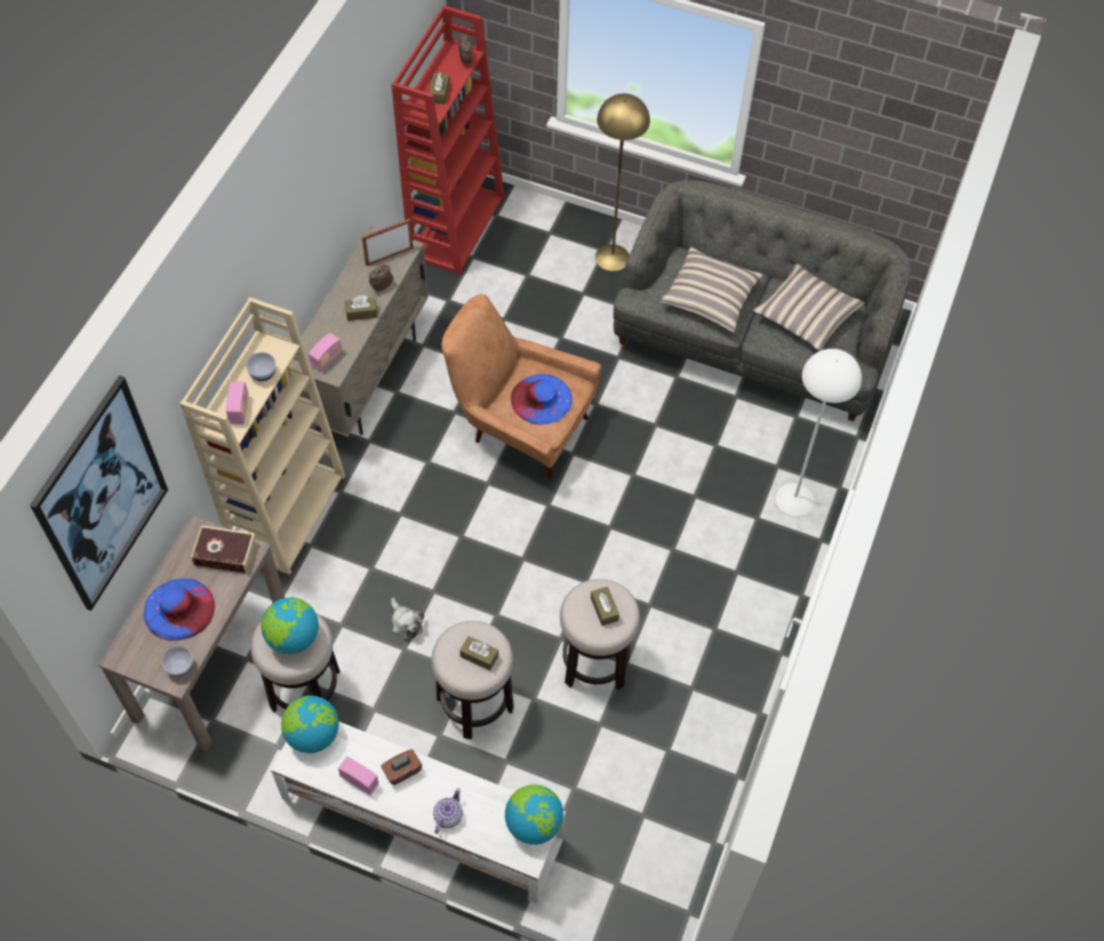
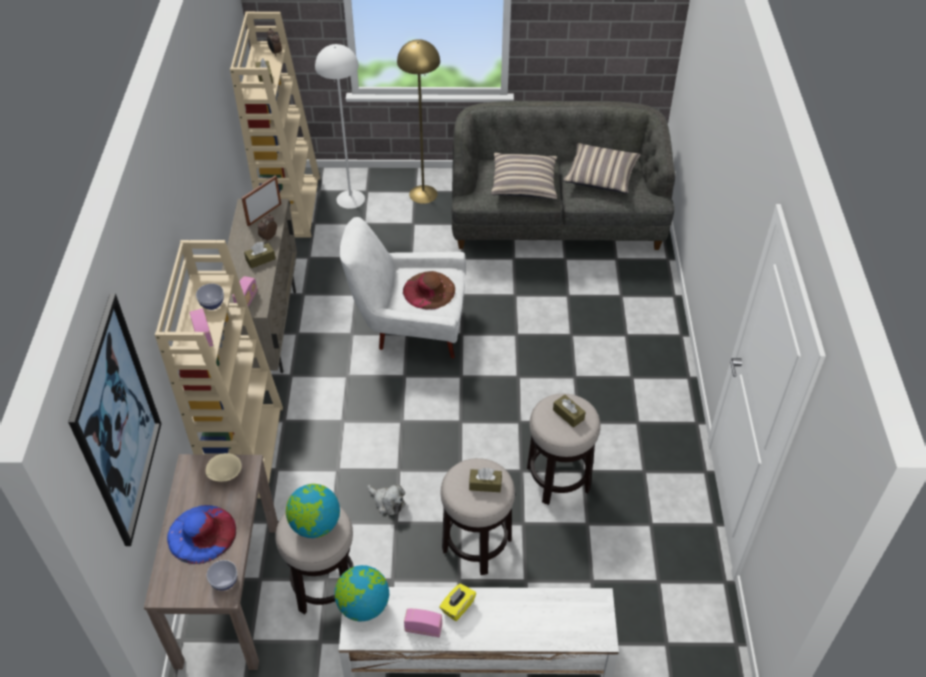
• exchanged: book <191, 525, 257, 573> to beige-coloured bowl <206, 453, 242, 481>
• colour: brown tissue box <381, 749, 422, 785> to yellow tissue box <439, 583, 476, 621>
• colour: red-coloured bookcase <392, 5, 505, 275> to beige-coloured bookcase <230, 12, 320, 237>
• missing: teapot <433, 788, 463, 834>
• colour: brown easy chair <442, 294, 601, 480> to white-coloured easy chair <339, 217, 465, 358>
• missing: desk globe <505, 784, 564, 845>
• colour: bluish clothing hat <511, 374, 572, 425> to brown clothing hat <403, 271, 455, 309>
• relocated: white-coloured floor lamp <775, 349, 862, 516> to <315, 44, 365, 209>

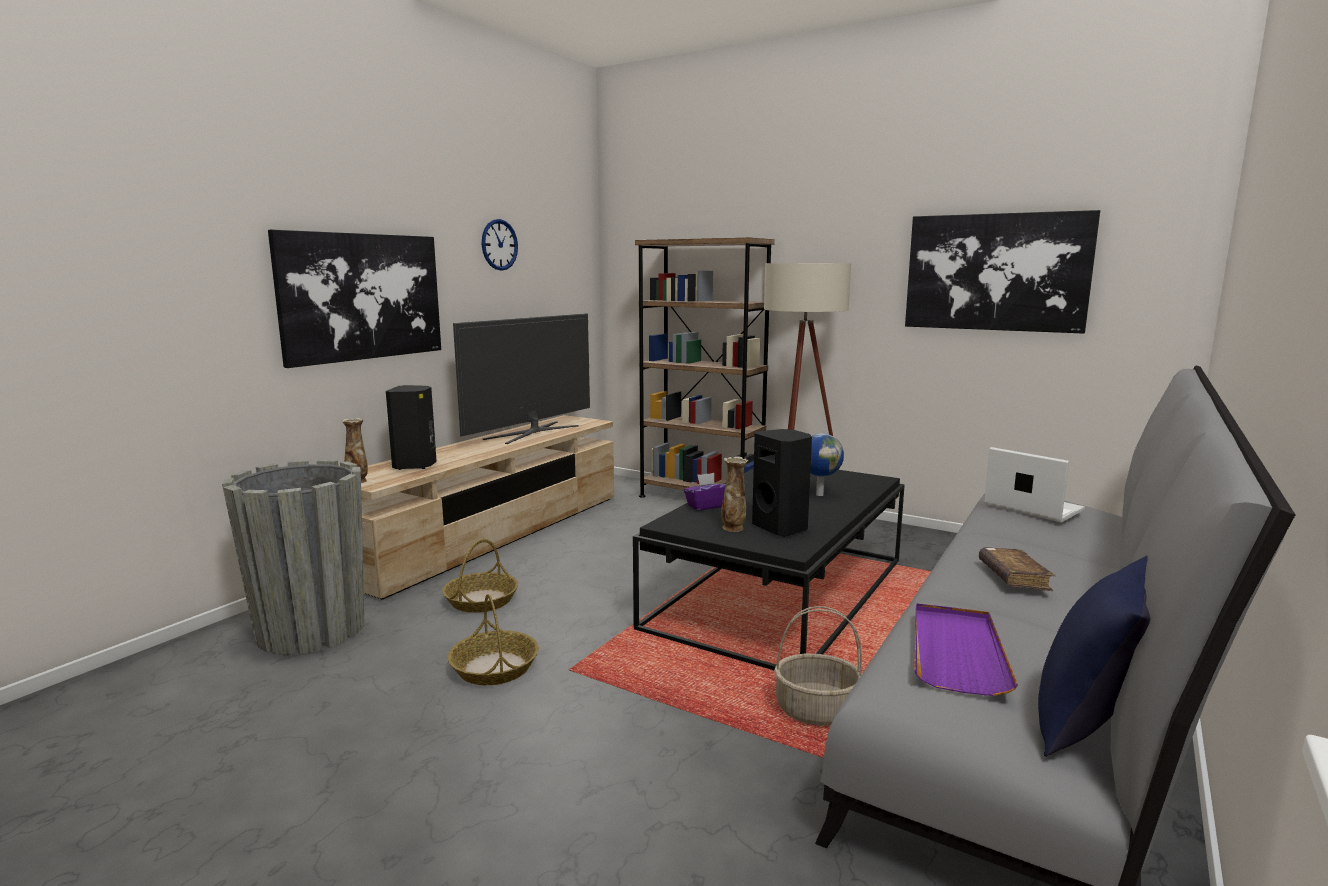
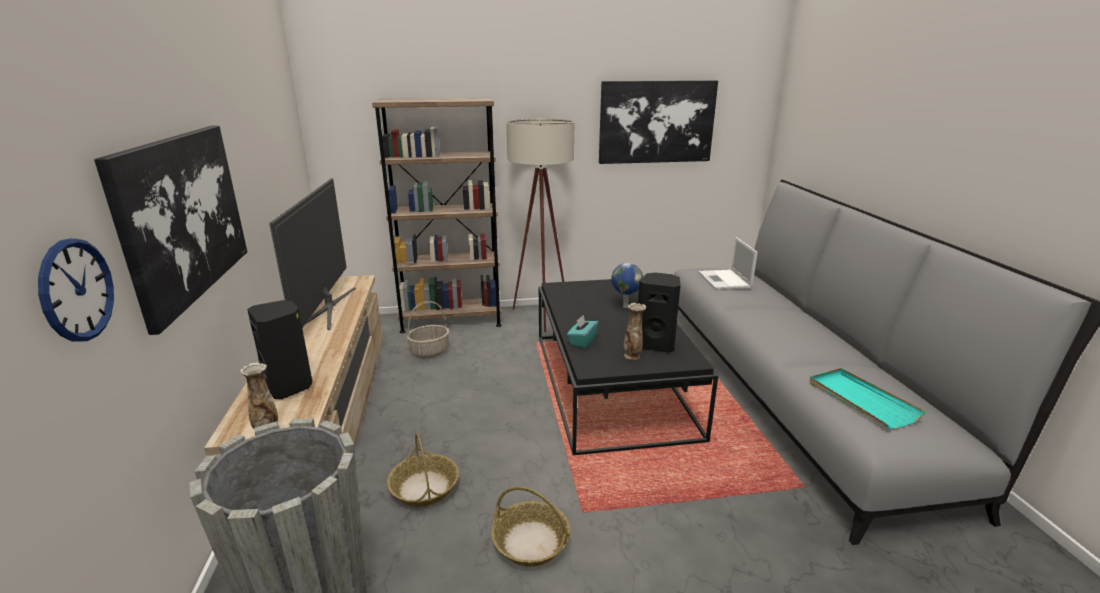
• relocated: hanging clock <482, 219, 518, 271> to <38, 238, 114, 342>
• colour: purple-coloured tissue box <684, 473, 726, 511> to turquoise-coloured tissue box <567, 315, 599, 348>
• relocated: storage basket <774, 606, 862, 726> to <406, 301, 449, 358>
• colour: purple-coloured carrying tray <914, 603, 1018, 696> to turquoise-coloured carrying tray <809, 368, 926, 429>
• missing: brown book <979, 547, 1056, 591>
• spun: laptop <984, 447, 1085, 522> = <698, 237, 758, 290> 105 degrees counterclockwise
• missing: bluish cushion <1038, 556, 1150, 757>

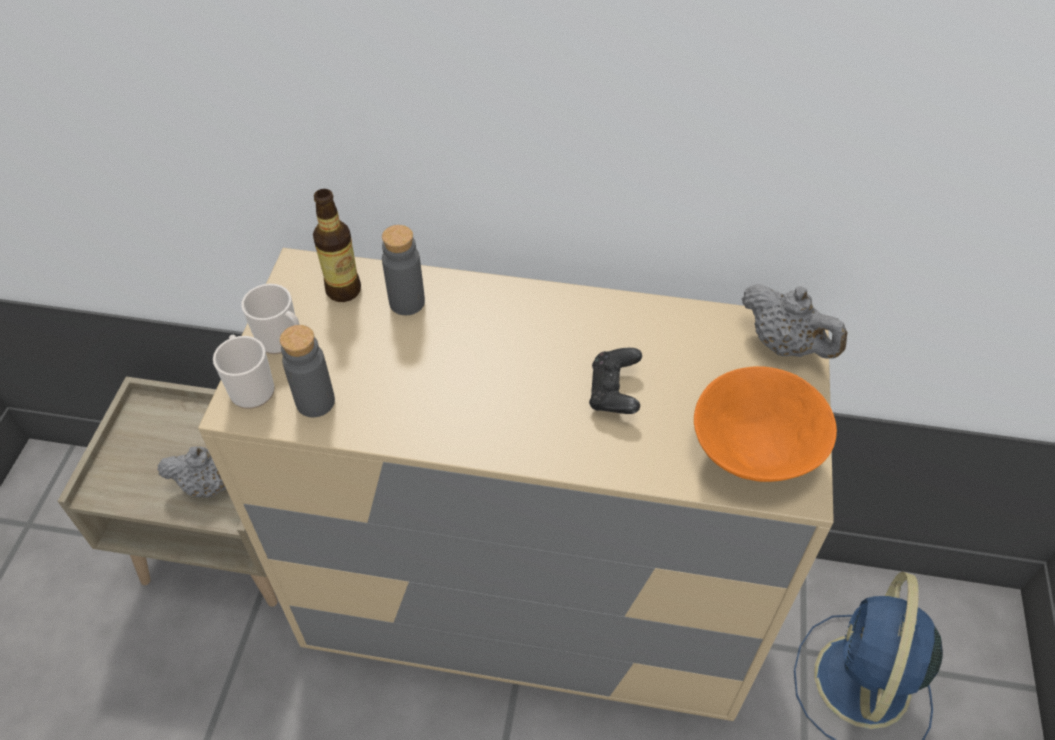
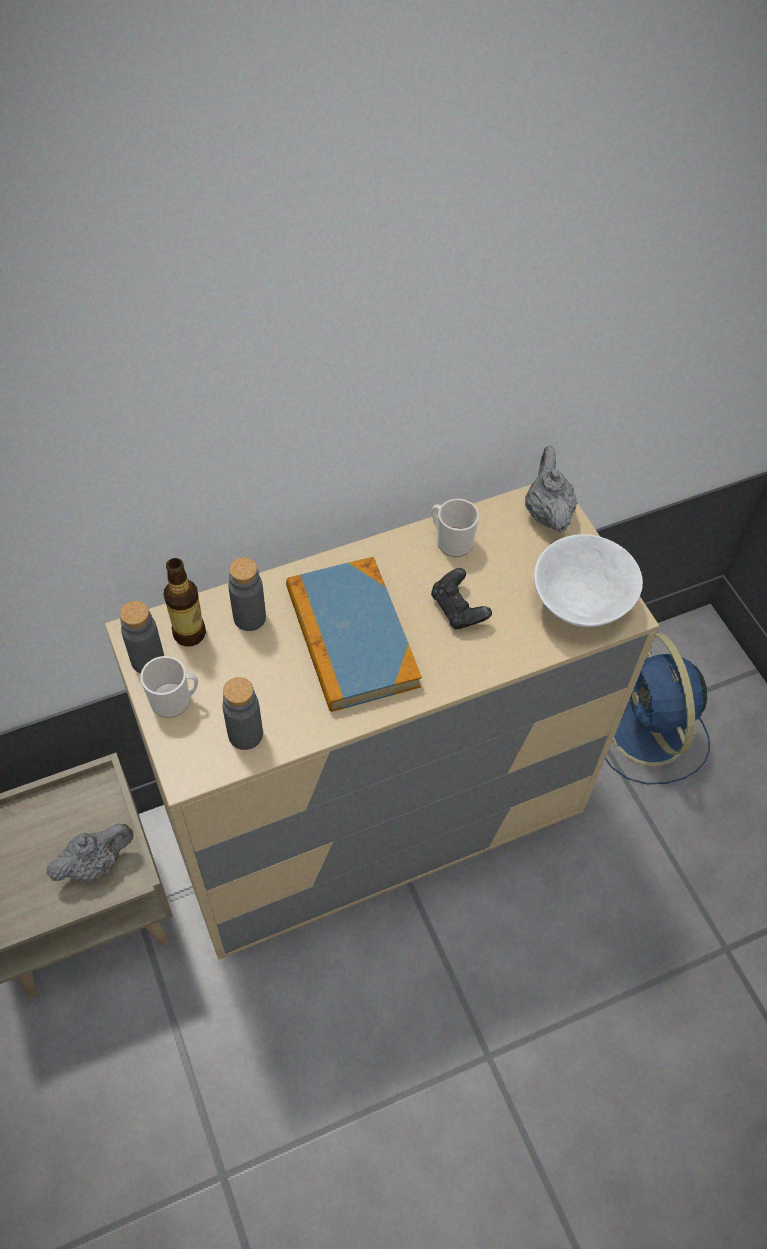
• relocated: coffee mug <213, 334, 275, 409> to <432, 499, 479, 557>
• colour: orange bowl <694, 366, 837, 482> to white-coloured bowl <534, 534, 643, 627>
• spun: gray teapot <741, 284, 848, 359> = <525, 446, 578, 533> 105 degrees counterclockwise
• appeared: gray bottle <120, 601, 164, 673>
• appeared: book <286, 557, 422, 712>

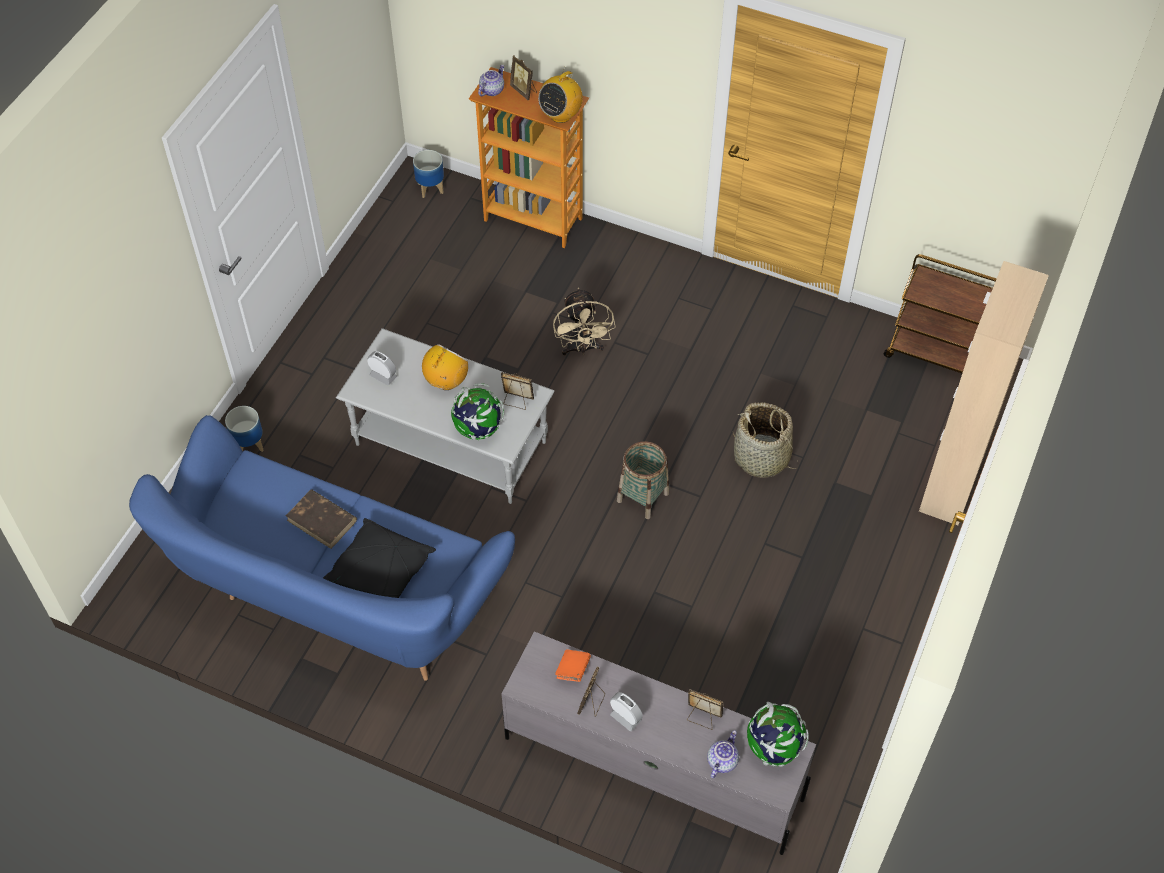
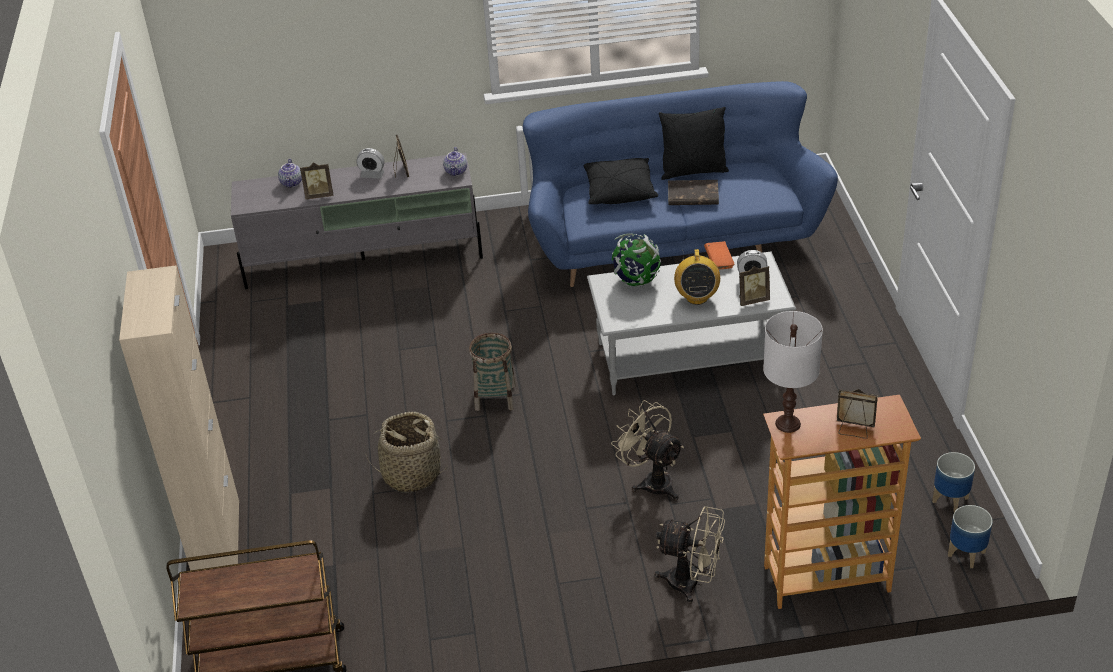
• relocated: planter <225, 406, 264, 452> to <932, 452, 975, 512>
• relocated: teapot <478, 65, 504, 96> to <443, 147, 467, 176>
• relocated: photo frame <501, 372, 534, 410> to <739, 266, 770, 306>
• exchanged: radio set <538, 67, 583, 123> to white-coloured table lamp <763, 311, 823, 433>
• relocated: orange book <555, 649, 591, 682> to <704, 241, 735, 270>
• missing: desk globe <747, 702, 809, 767>
• appeared: beige-coloured electric fan <654, 506, 725, 603>
• appeared: black-coloured cushion <659, 107, 729, 180>

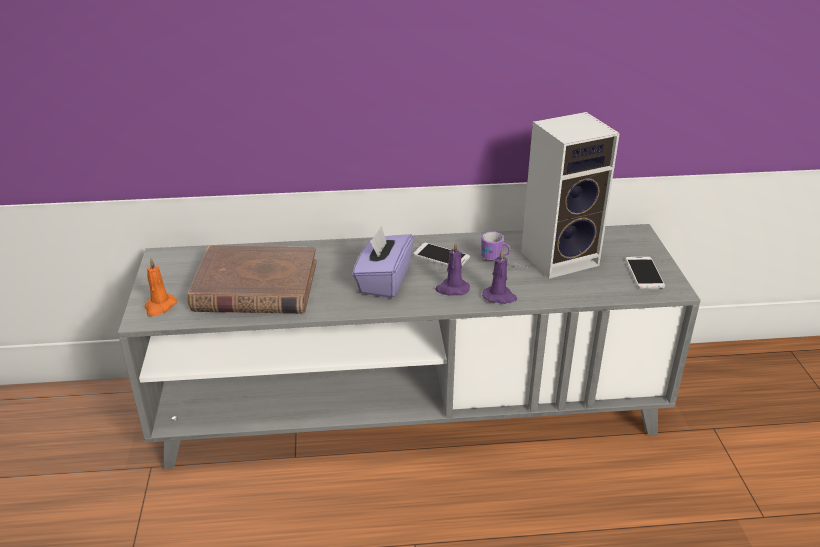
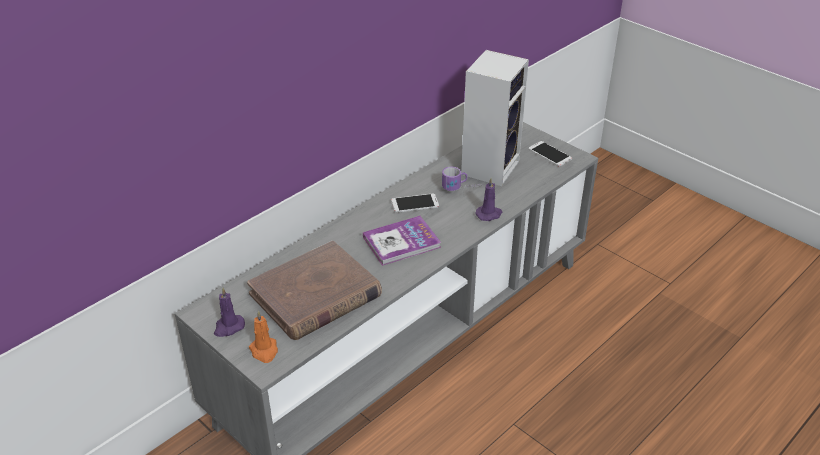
• exchanged: purple-coloured tissue box <353, 226, 414, 298> to book <363, 216, 441, 266>
• relocated: purple-coloured wax light <435, 242, 470, 296> to <214, 288, 245, 337>

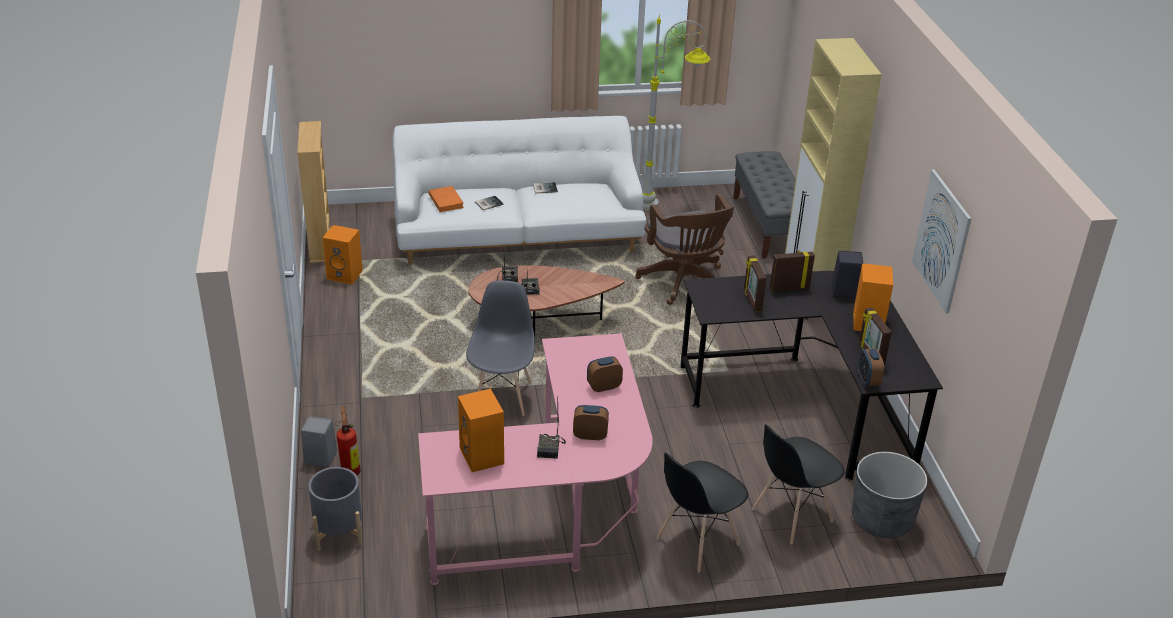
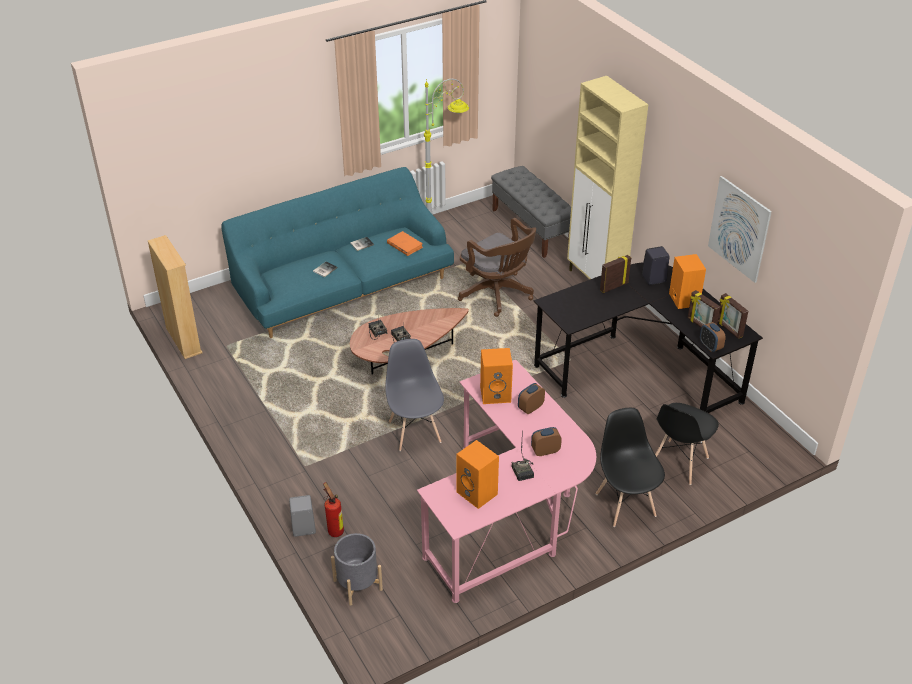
• relocated: orange audio speaker <322, 225, 363, 284> to <480, 348, 513, 404>
• colour: white-coloured sofa <392, 116, 646, 265> to turquoise-coloured sofa <221, 167, 454, 338>
• relocated: orange book <428, 186, 464, 212> to <387, 231, 423, 256>
• spun: black-coloured upright chair <657, 453, 748, 572> = <596, 408, 665, 527> 135 degrees clockwise
• relocated: photo frame <744, 255, 766, 312> to <718, 293, 748, 339>
• missing: gray planter <852, 452, 927, 539>

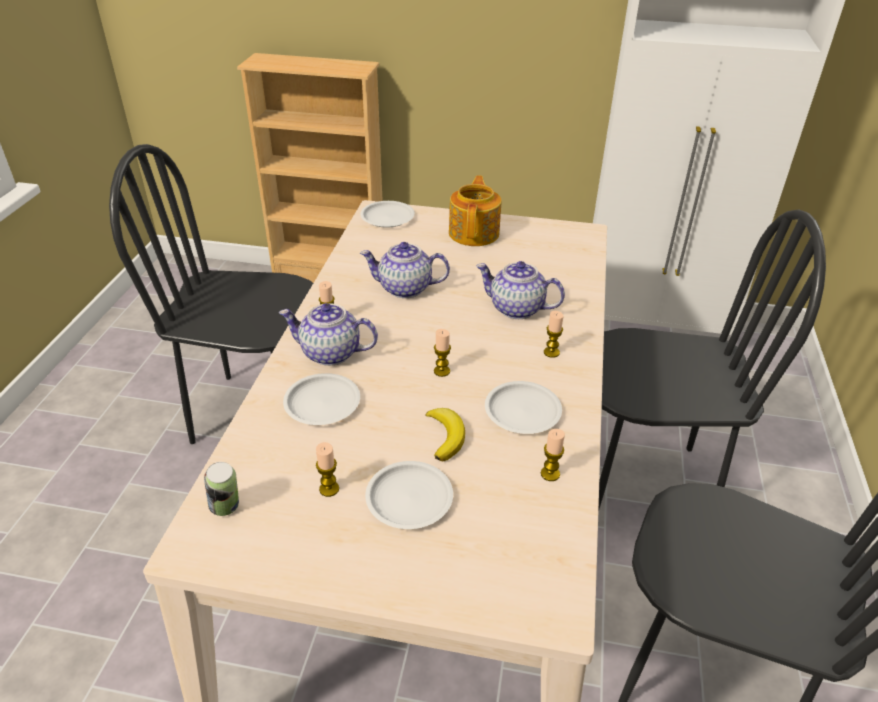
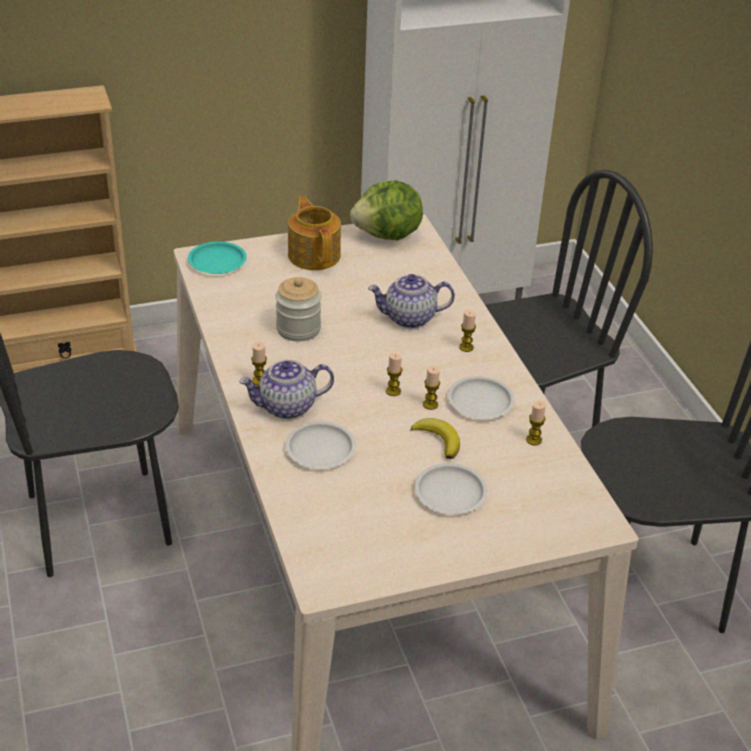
• missing: metal can <204, 462, 239, 516>
• relocated: wax light <316, 442, 339, 497> to <423, 365, 440, 410>
• colour: white-coloured flat dish <360, 201, 415, 228> to turquoise-coloured flat dish <188, 241, 247, 274>
• exchanged: teapot <360, 242, 450, 298> to preserve jar <275, 277, 321, 342>
• appeared: lettuce head <350, 180, 423, 240>

